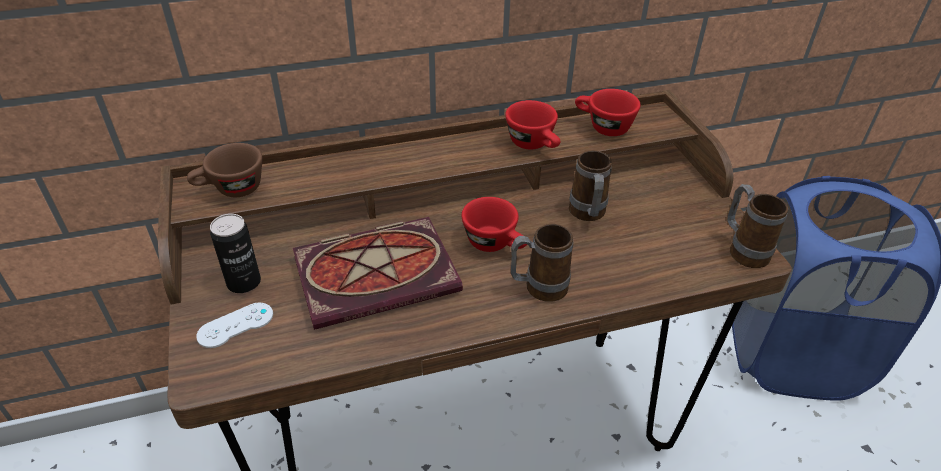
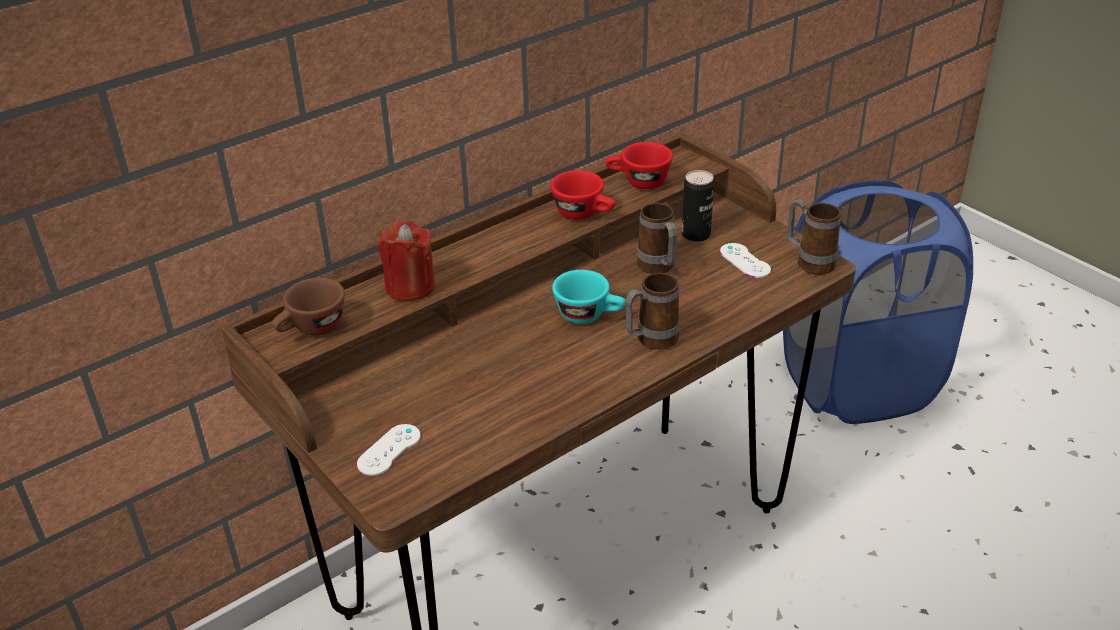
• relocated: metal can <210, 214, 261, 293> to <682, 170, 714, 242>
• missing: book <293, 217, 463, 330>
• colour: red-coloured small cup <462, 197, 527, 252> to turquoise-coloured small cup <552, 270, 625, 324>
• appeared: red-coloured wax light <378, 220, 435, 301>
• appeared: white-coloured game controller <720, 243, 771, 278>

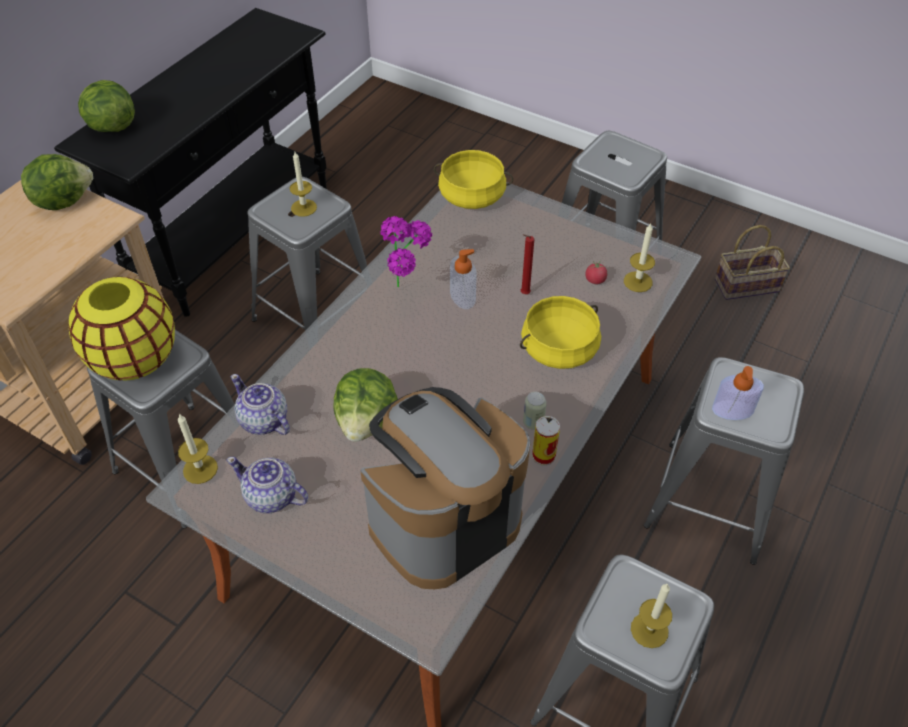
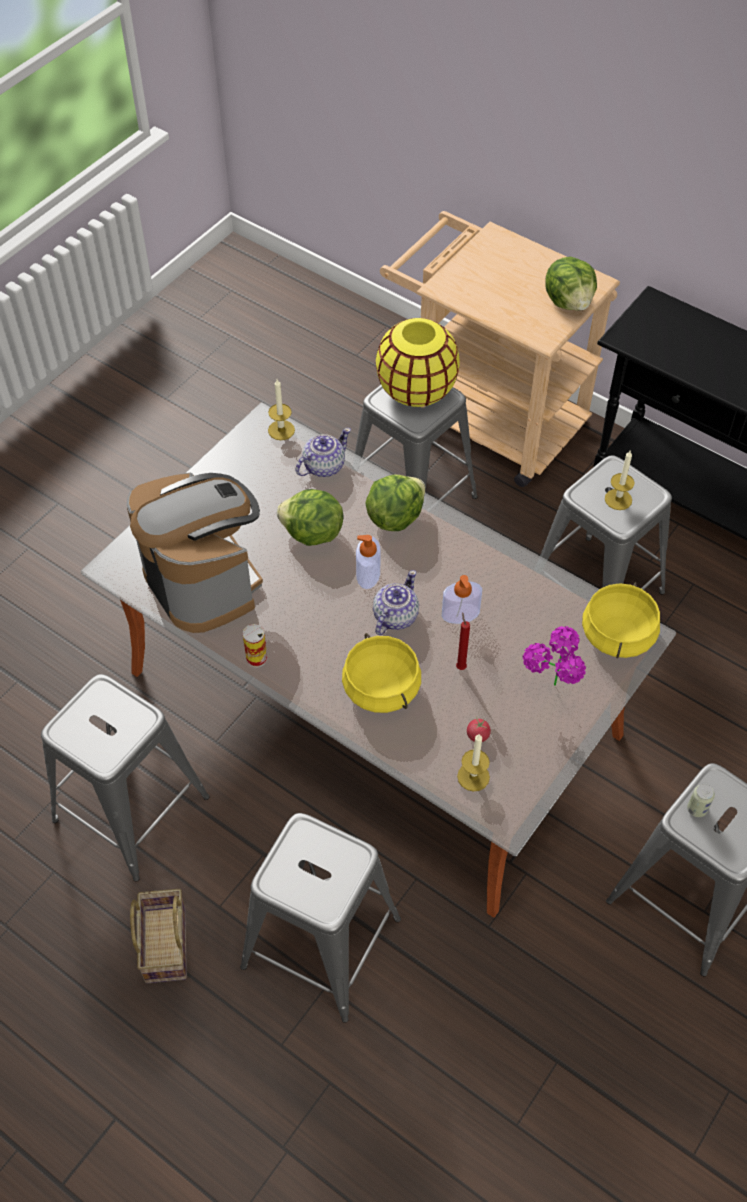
• relocated: lettuce head <78, 80, 135, 132> to <365, 474, 425, 531>
• relocated: teapot <227, 457, 309, 513> to <373, 570, 419, 635>
• relocated: plant in a pot <380, 216, 432, 288> to <523, 626, 586, 686>
• relocated: metal can <523, 392, 547, 430> to <687, 784, 715, 817>
• missing: wax light <631, 583, 672, 648>
• relocated: soap bottle <712, 366, 764, 420> to <356, 535, 380, 589>
• relocated: storage basket <715, 225, 790, 300> to <130, 889, 187, 983>

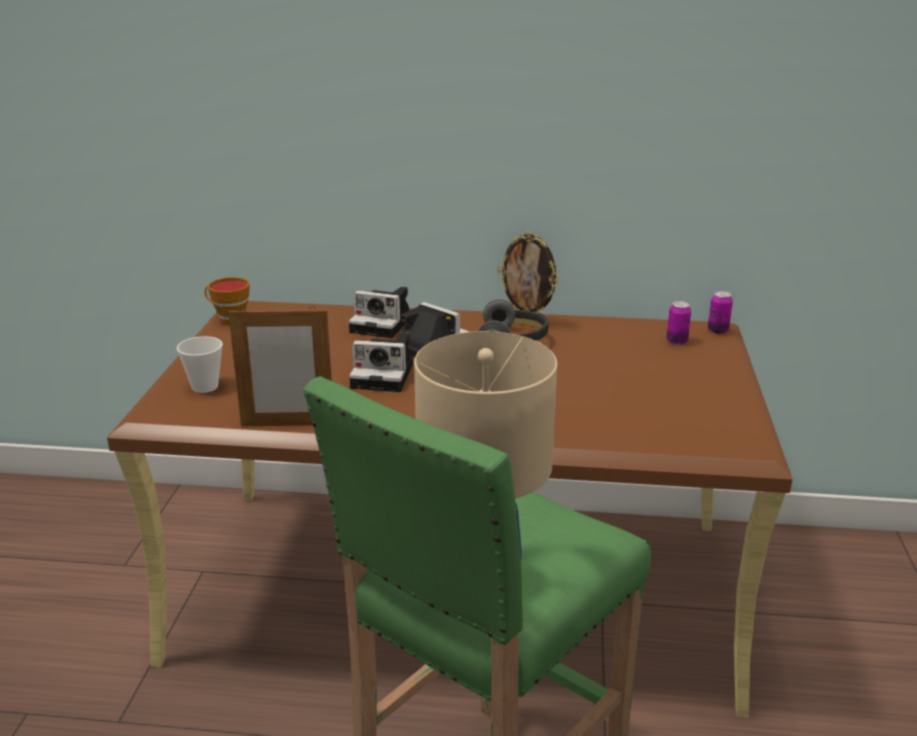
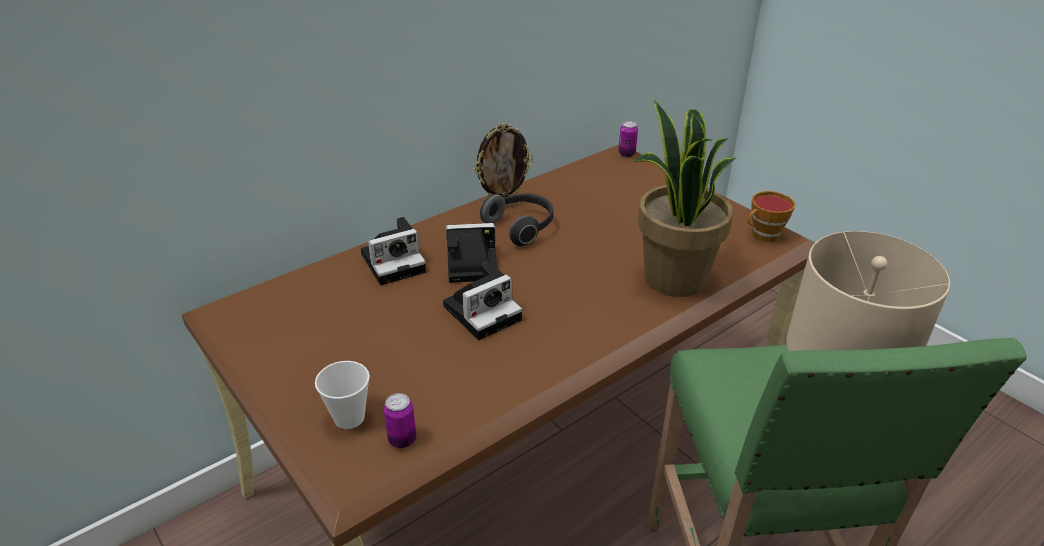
• relocated: small cup <205, 277, 250, 326> to <747, 191, 795, 242>
• missing: photo frame <228, 306, 332, 426>
• relocated: metal can <666, 301, 691, 345> to <383, 393, 416, 448>
• appeared: plant in a pot <635, 100, 736, 297>

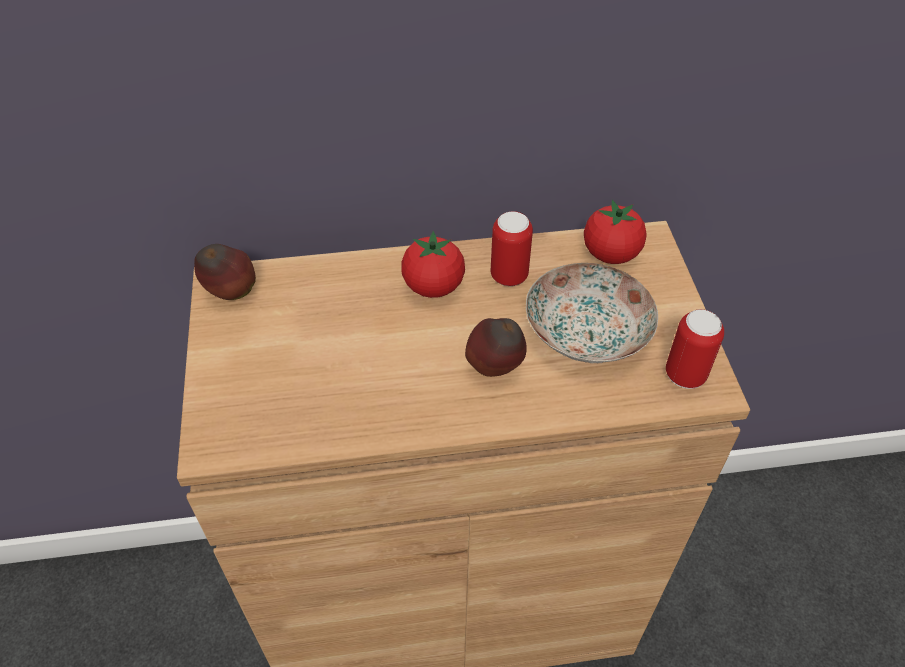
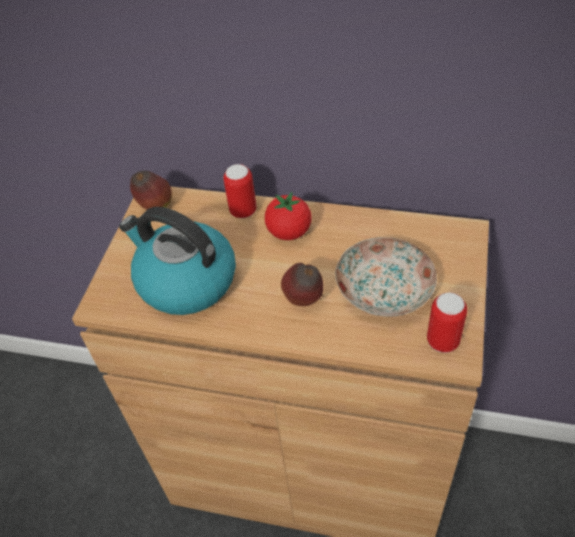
• relocated: metal can <491, 211, 533, 286> to <223, 164, 257, 218>
• missing: tomato <584, 200, 647, 264>
• appeared: tea kettle <119, 207, 236, 315>

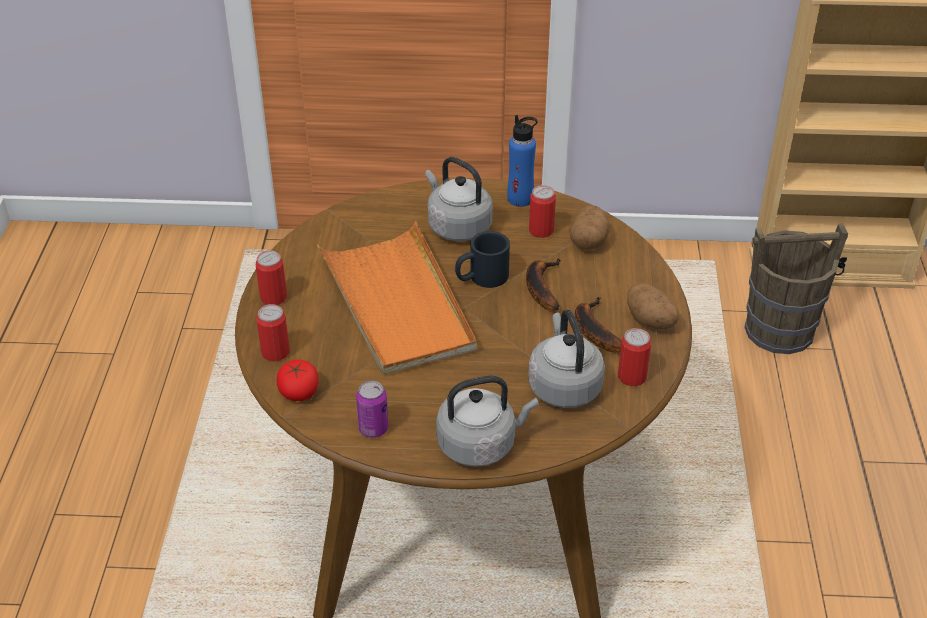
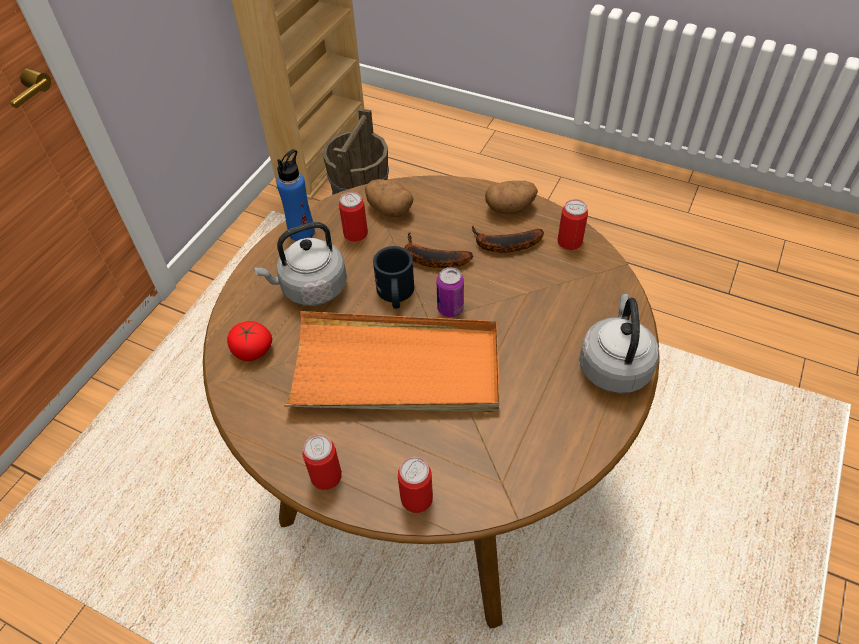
• relocated: tomato <277, 360, 319, 401> to <227, 321, 272, 361>
• relocated: metal can <356, 381, 388, 438> to <437, 267, 464, 317>
• missing: gray tea kettle <528, 310, 605, 408>

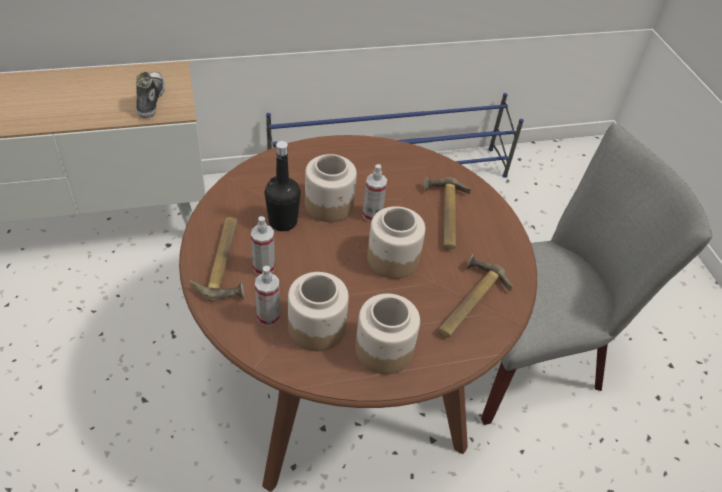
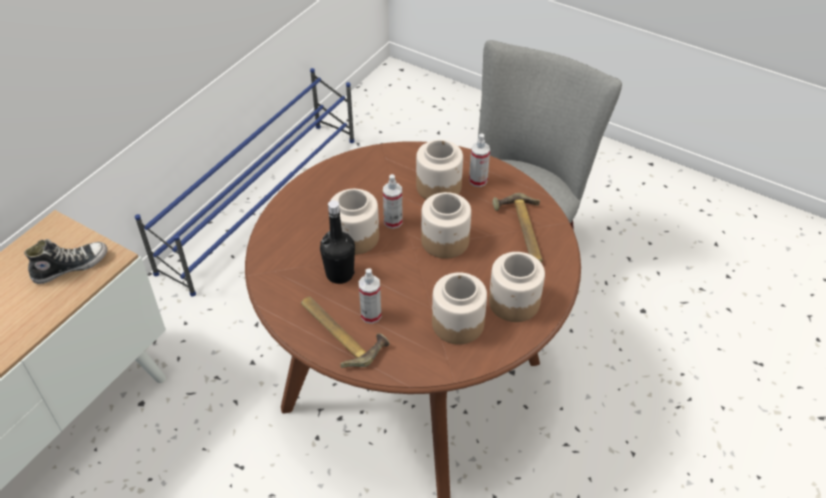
• spun: item of footwear <136, 72, 165, 118> = <24, 239, 108, 284> 105 degrees clockwise
• relocated: sprayer <255, 266, 280, 326> to <469, 133, 490, 187>
• exchanged: hammer <424, 177, 471, 249> to preserve jar <416, 140, 463, 199>

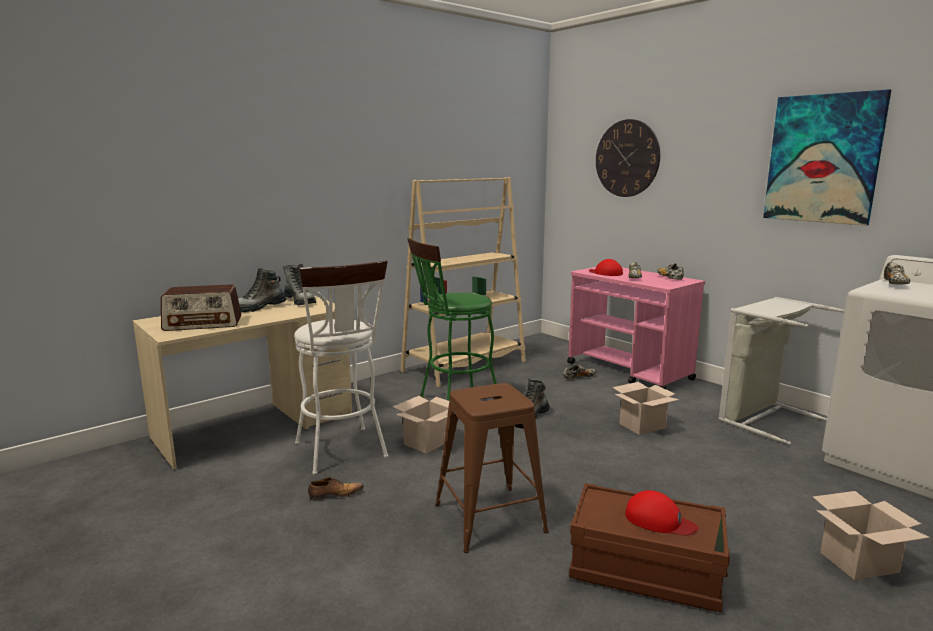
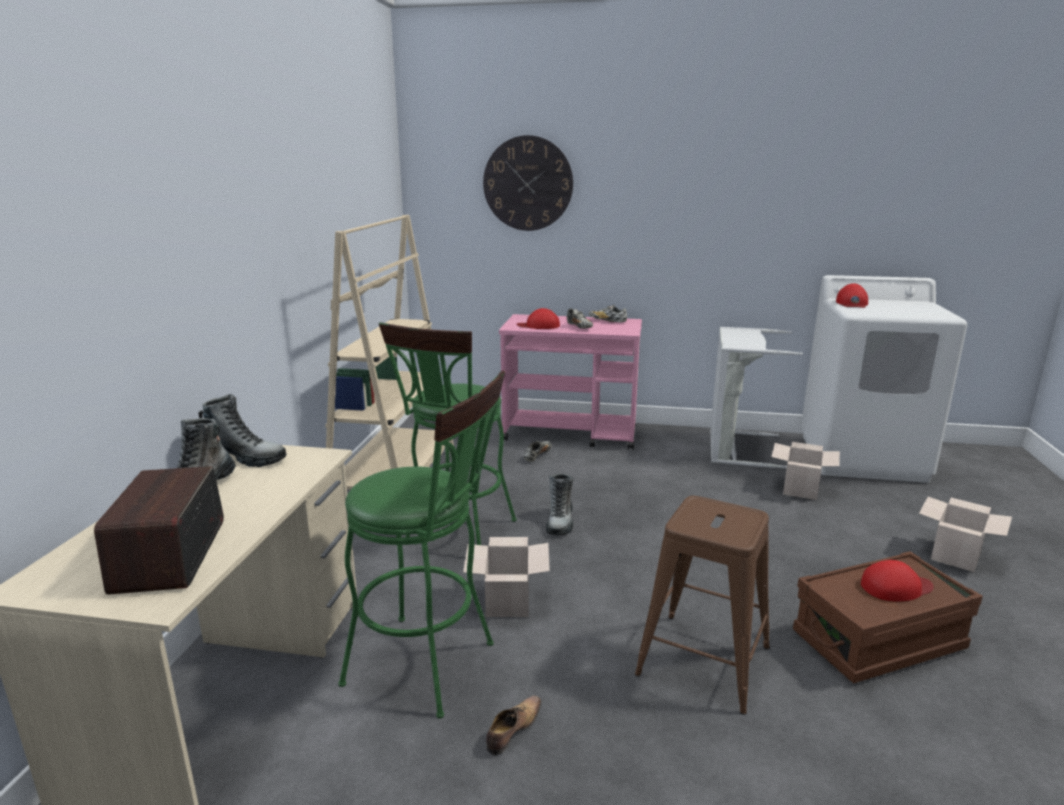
• spun: radio set <161, 284, 241, 331> = <94, 466, 224, 595> 135 degrees clockwise
• colour: white-coloured sitting stool <294, 261, 389, 475> to green-coloured sitting stool <338, 371, 506, 719>
• relocated: cardboard box <613, 382, 679, 435> to <771, 442, 840, 500>
• missing: wall art <763, 89, 891, 226>
• exchanged: item of footwear <884, 262, 910, 284> to red-coloured peaked cap <836, 284, 868, 308>

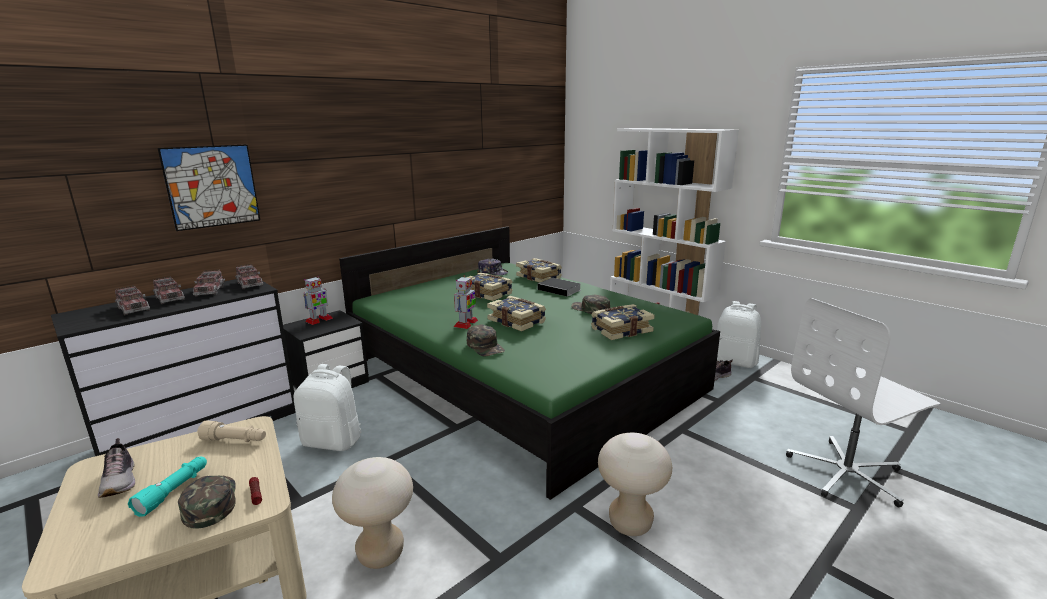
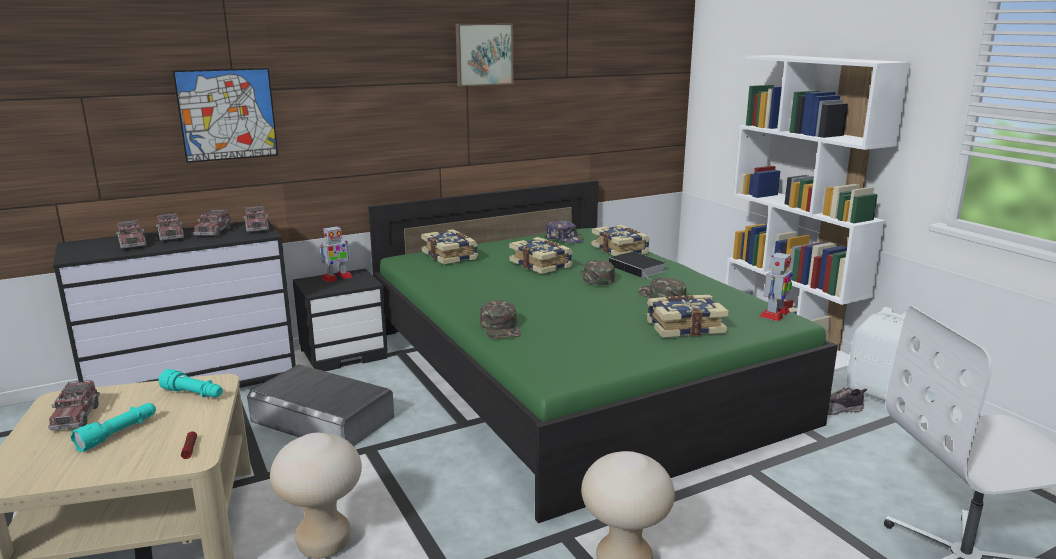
• exchanged: item of footwear <98, 438, 135, 498> to model truck <48, 380, 100, 430>
• relocated: green-coloured peaked cap <178, 476, 236, 529> to <580, 260, 615, 285>
• colour: beige-coloured flashlight <197, 421, 266, 442> to turquoise-coloured flashlight <158, 369, 223, 398>
• exchanged: white-coloured rucksack <294, 364, 361, 451> to gray storage container <247, 364, 394, 446>
• relocated: toy robot <454, 276, 478, 329> to <759, 250, 793, 321>
• relocated: book <487, 296, 546, 331> to <421, 229, 478, 265>
• appeared: wall art <456, 24, 513, 87>

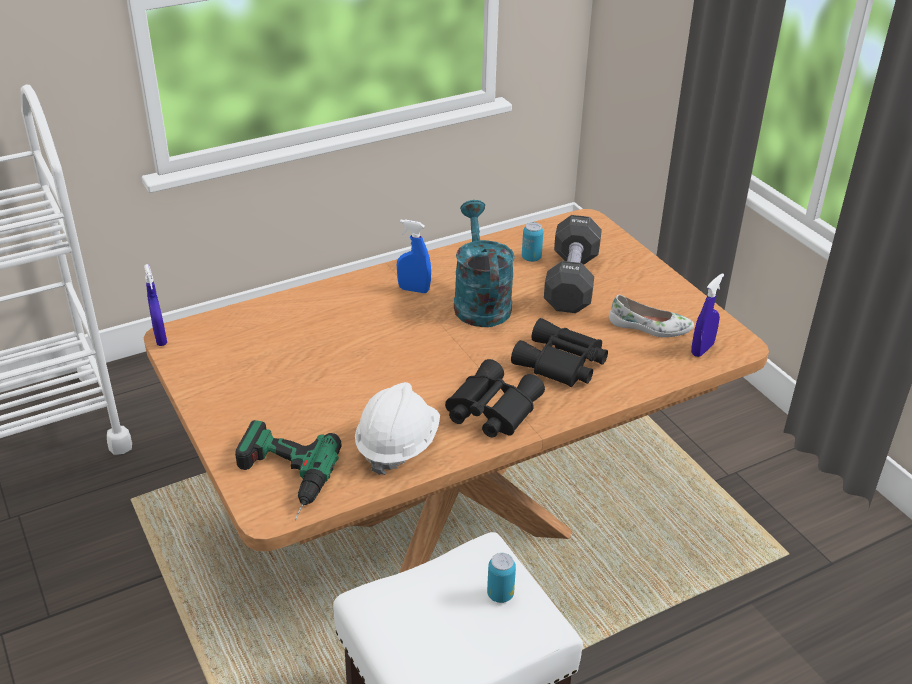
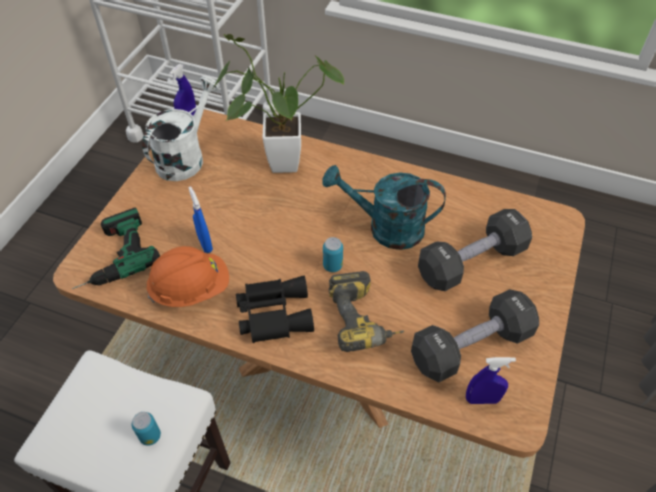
• colour: white-coloured hard hat <355, 382, 440, 475> to orange hard hat <147, 246, 229, 307>
• relocated: bluish sprayer <397, 219, 431, 293> to <188, 186, 213, 253>
• spun: turquoise-coloured watering can <454, 200, 515, 327> = <322, 165, 446, 250> 120 degrees counterclockwise
• exchanged: black-coloured pair of binoculars <511, 318, 608, 387> to drill <328, 271, 404, 352>
• relocated: metal can <522, 222, 543, 262> to <323, 237, 343, 272>
• exchanged: white-coloured item of footwear <609, 295, 694, 337> to black-coloured dumbbell <411, 289, 539, 382>
• appeared: white-coloured watering can <142, 76, 220, 181>
• appeared: plant in a pot <213, 34, 344, 173>

